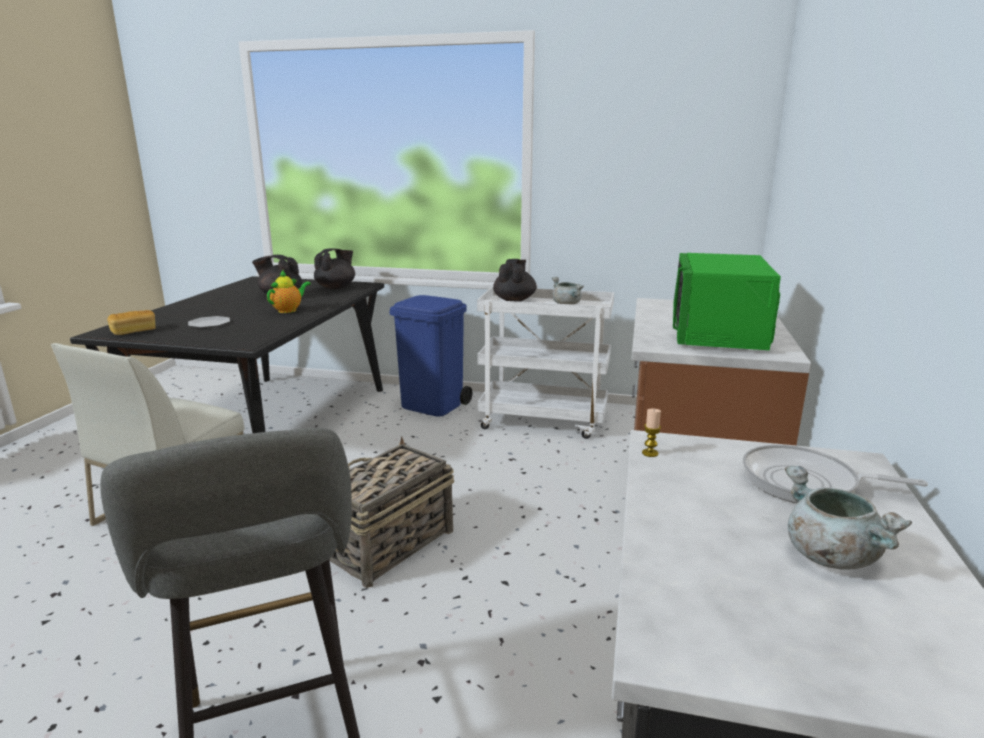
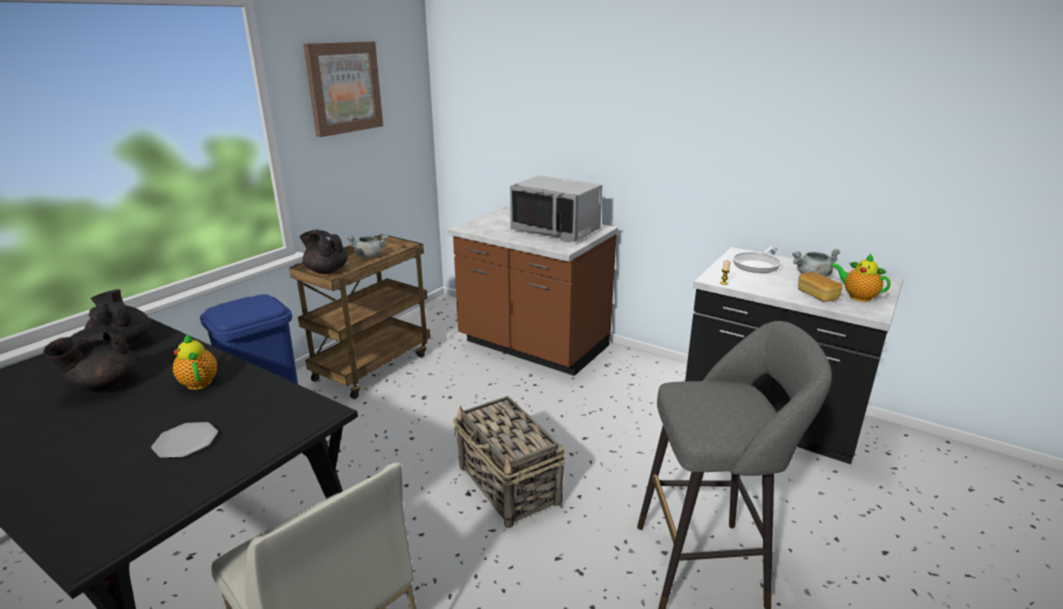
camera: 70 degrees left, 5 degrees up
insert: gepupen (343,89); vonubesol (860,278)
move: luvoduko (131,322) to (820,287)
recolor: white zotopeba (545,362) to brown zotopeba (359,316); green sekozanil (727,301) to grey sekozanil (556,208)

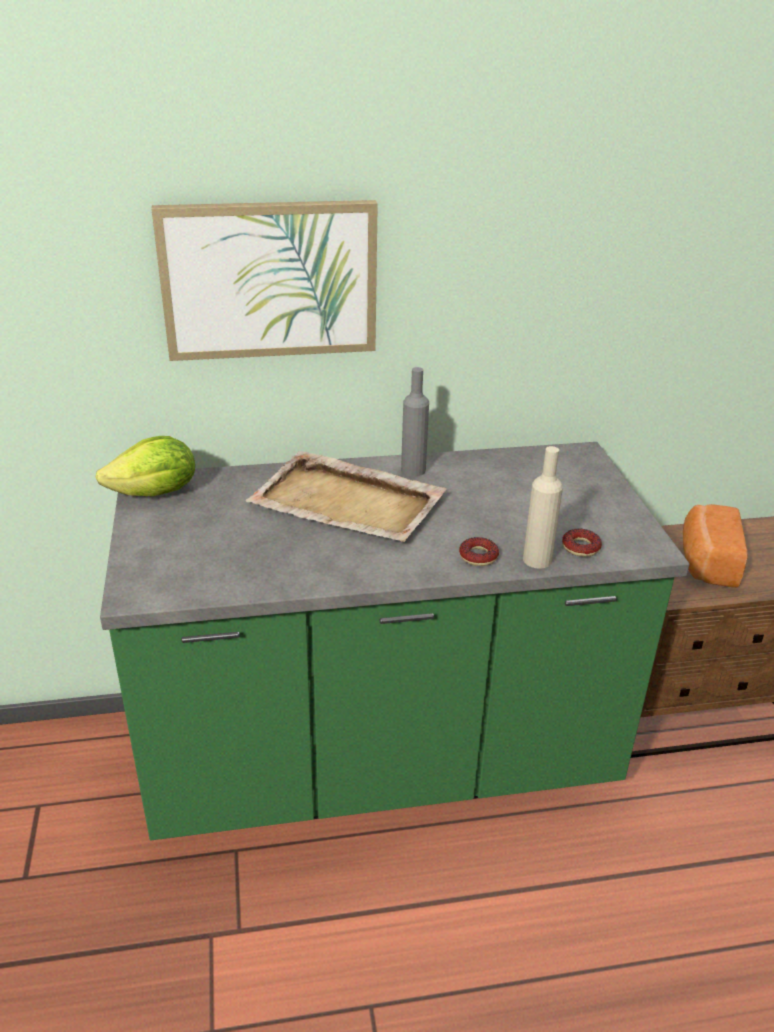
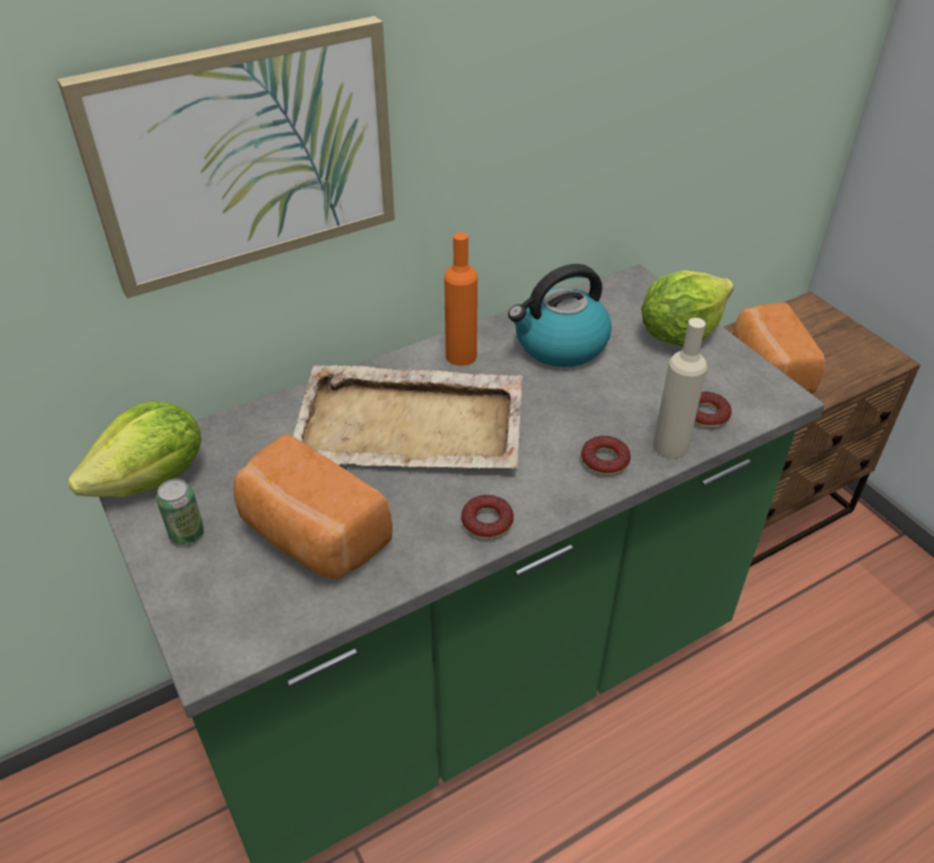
camera: 20 degrees left, 10 degrees up
insert: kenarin (180,511); luvoduko (313,507); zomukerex (487,517); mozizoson (560,315); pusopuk (687,308)
recolor: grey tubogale (415,421) to orange tubogale (461,299)

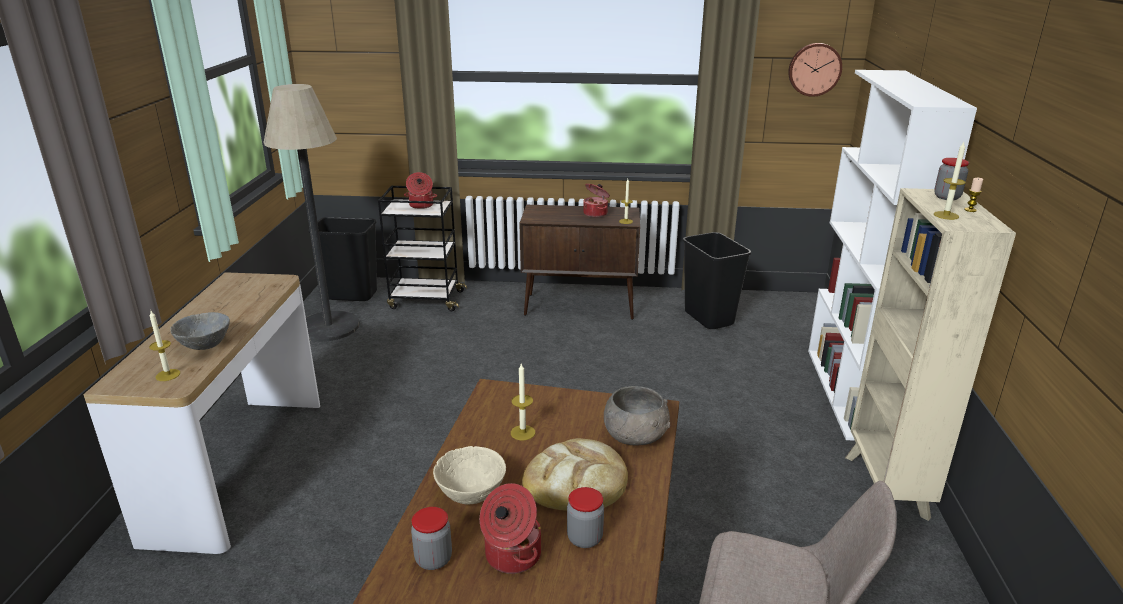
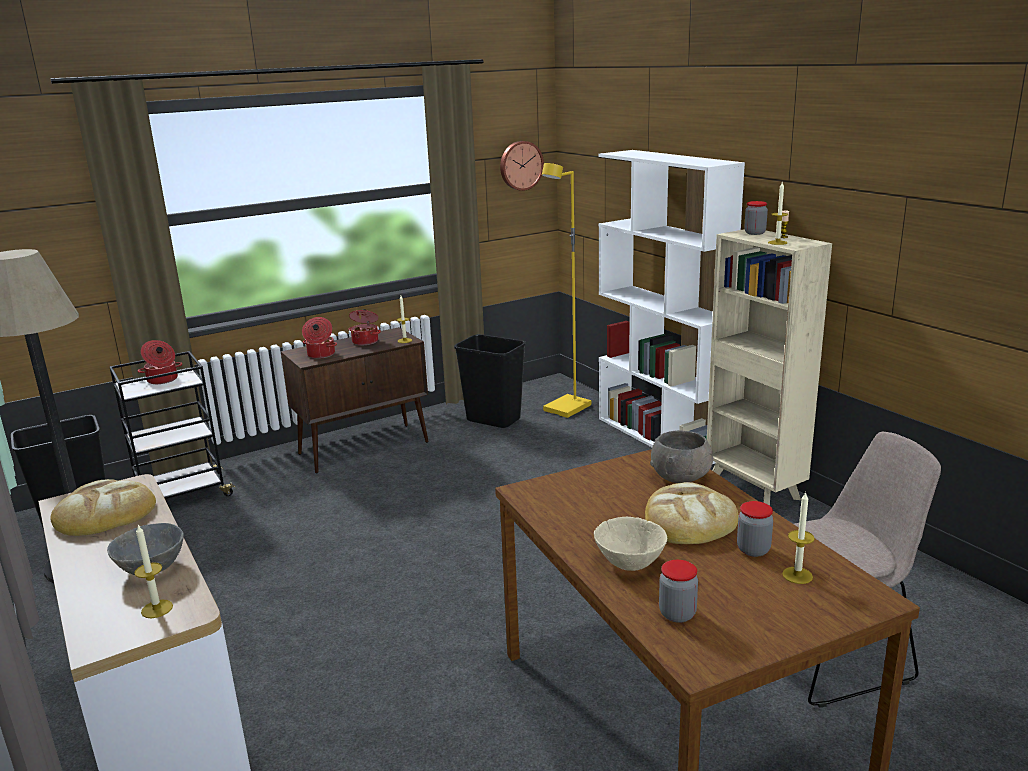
camera: 35 degrees left, 5 degrees down
insert: luvoduko (103,507); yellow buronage (567,290)
move: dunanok (510,528) to (319,338); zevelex (523,402) to (798,538)

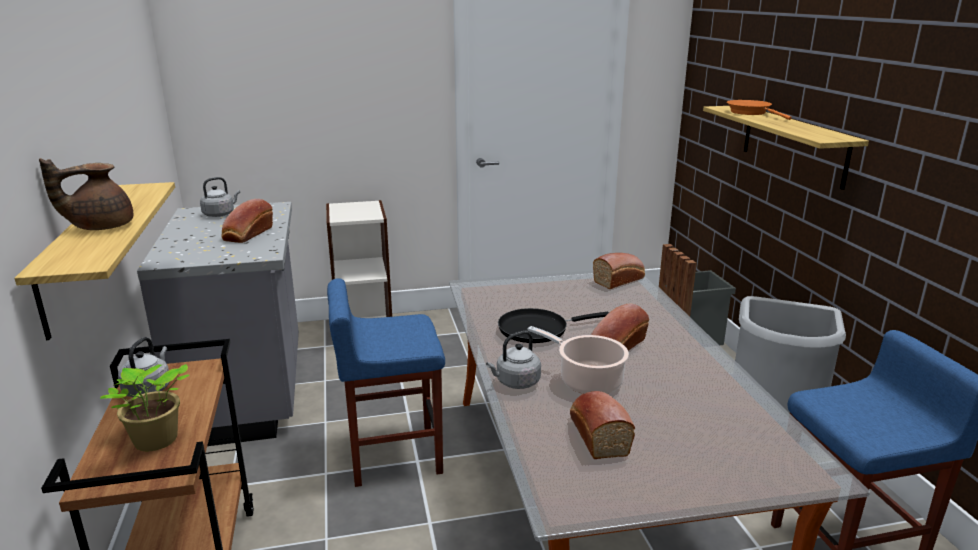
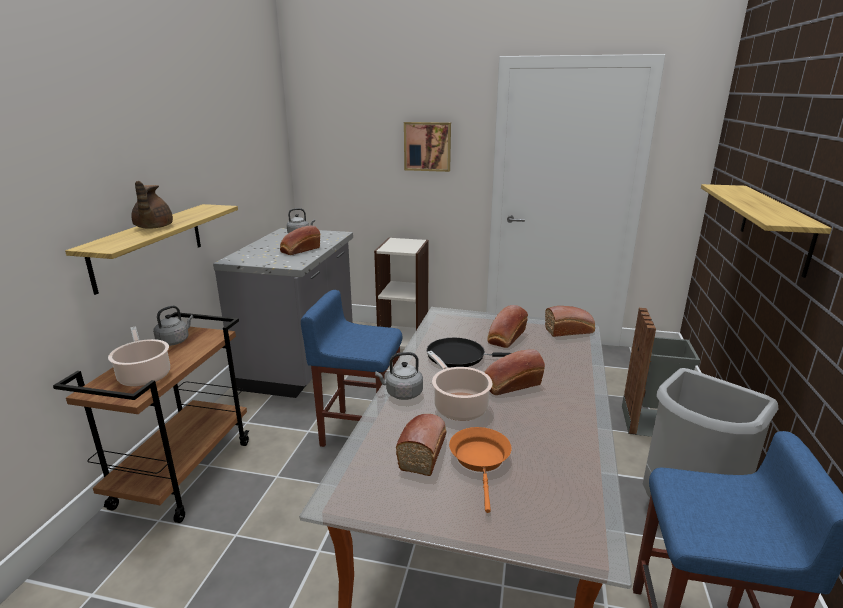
camera: 25 degrees right, 0 degrees up
insert: gepupen (427,147); luvoduko (507,326)
move: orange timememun (759,110) to (480,470)
replace: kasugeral (144,407) to dunanok (139,356)
rotate: brown vonubesol (86,194) = (152,205) 90 degrees counterclockwise

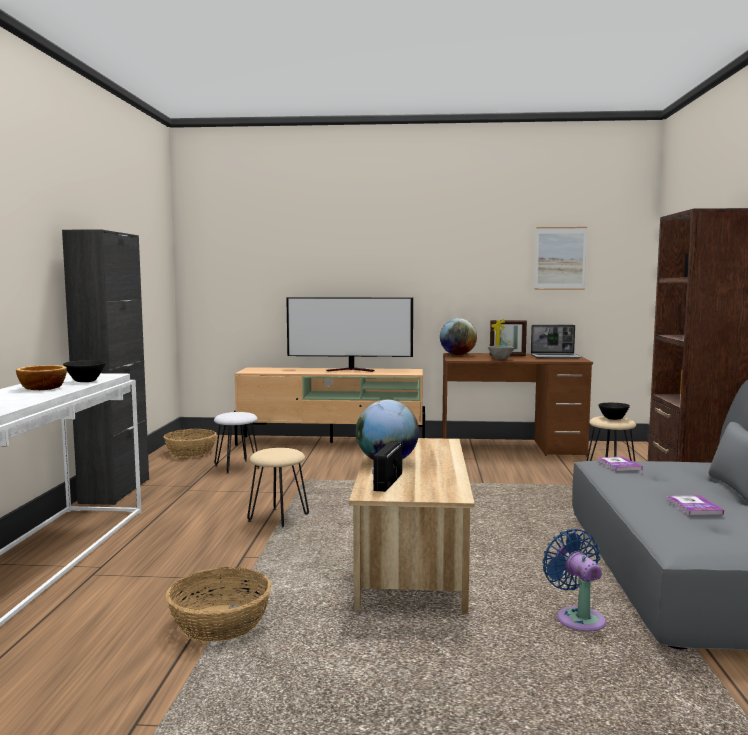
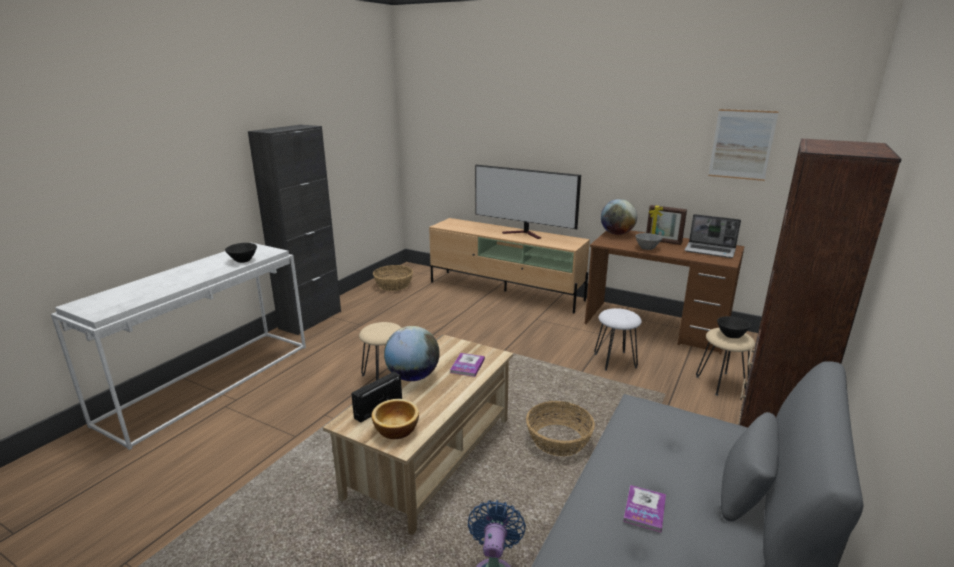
camera: 25 degrees right, 15 degrees up
move: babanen (41,377) to (395,419); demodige (620,464) to (467,365); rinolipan (218,605) to (560,428); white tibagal (236,443) to (618,339)

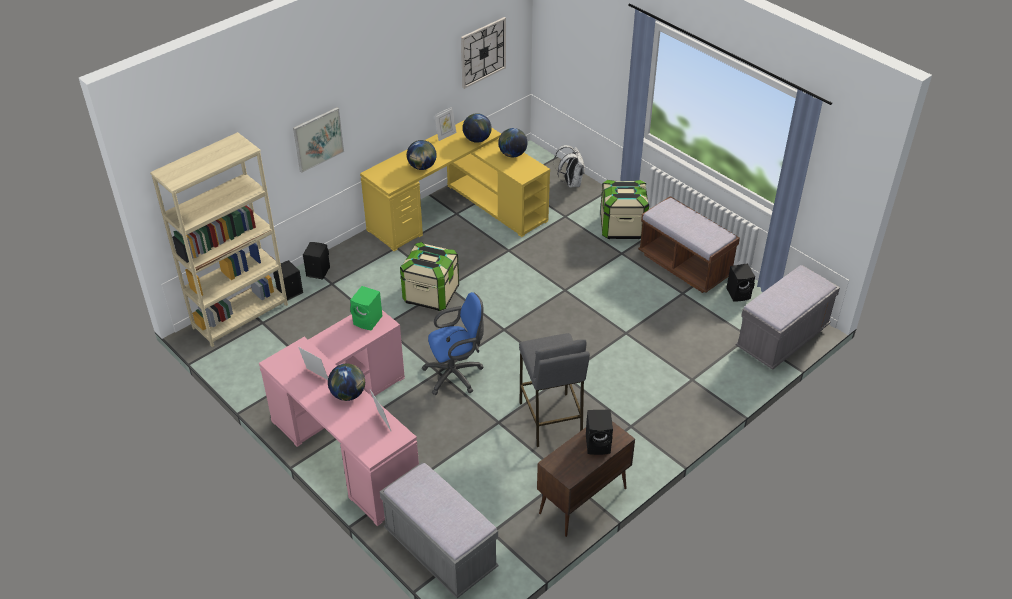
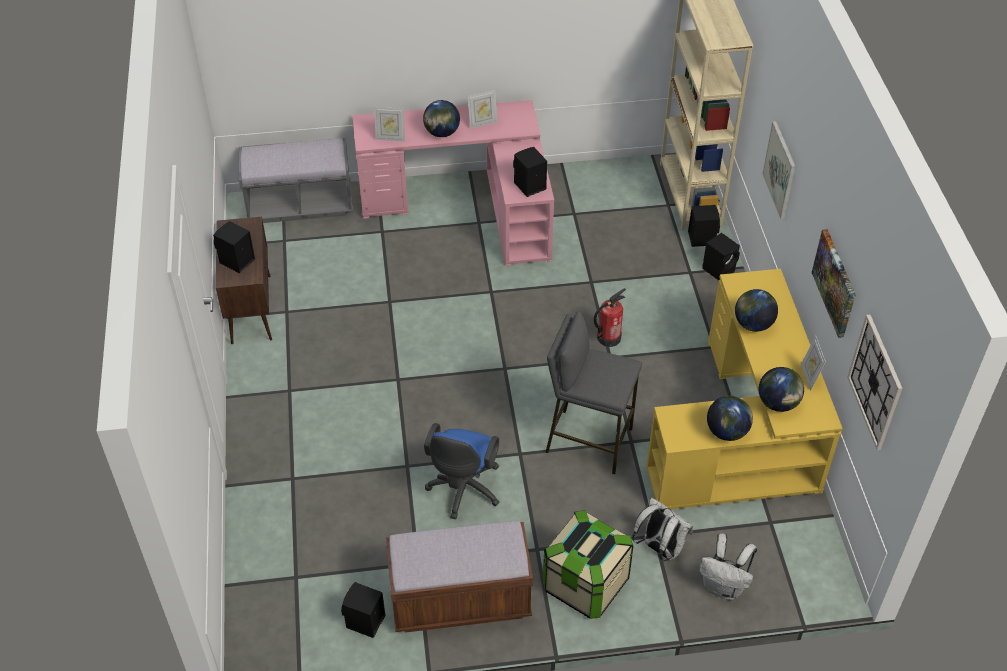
camera: 125 degrees right, 5 degrees up
delete: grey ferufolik (788,317)
insert: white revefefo (662,529); gepupen (834,283)
move: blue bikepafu (453,343) to (461,471); grey tibagal (554,390) to (593,392)
replace: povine (429,276) to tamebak (610,317)
recolor: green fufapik (366,308) to black fufapik (530,172)

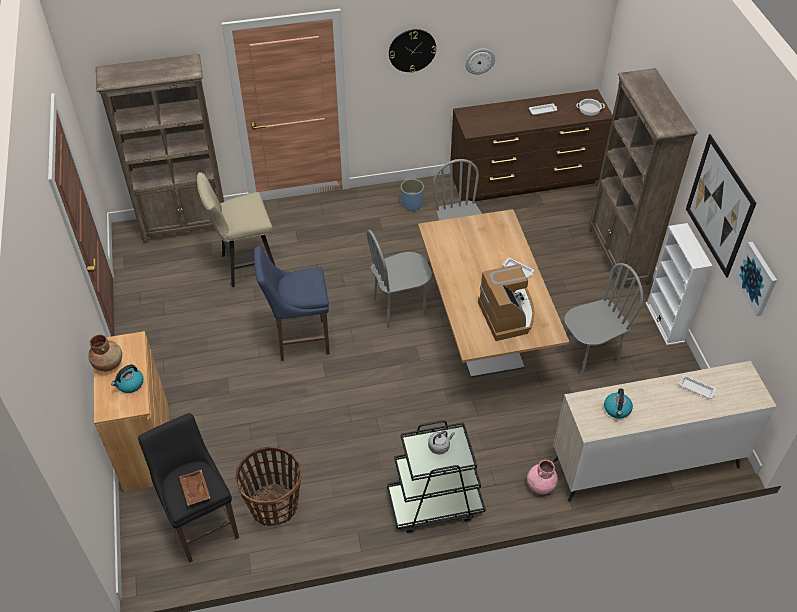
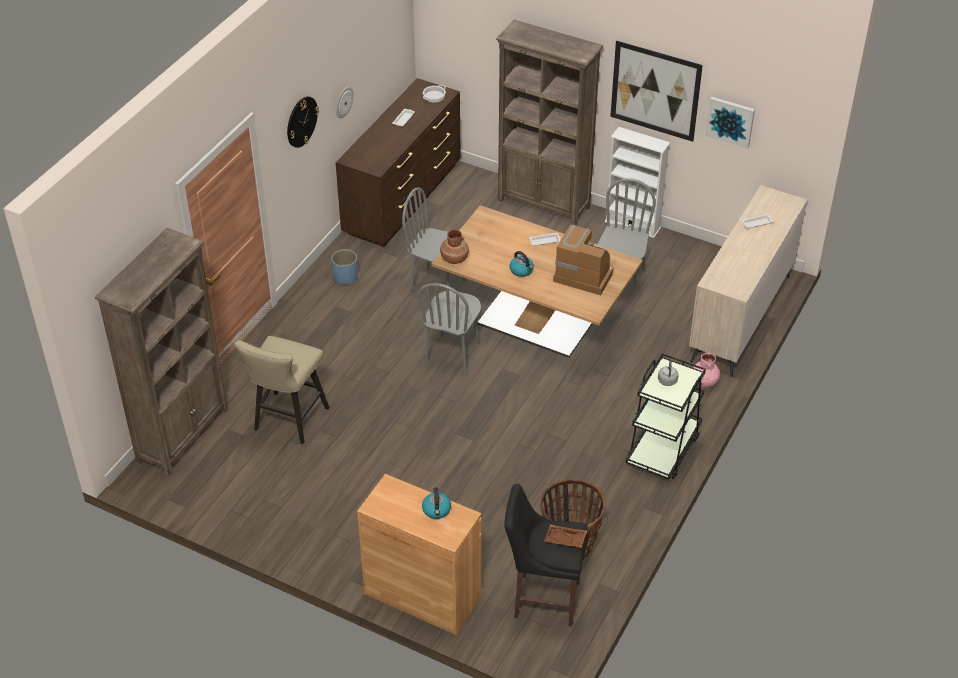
camera: 50 degrees left, 5 degrees down
delete: blue tibagal (292,303)
move: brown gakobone (105,353) to (454,246); mozizoson (618,403) to (521,264)

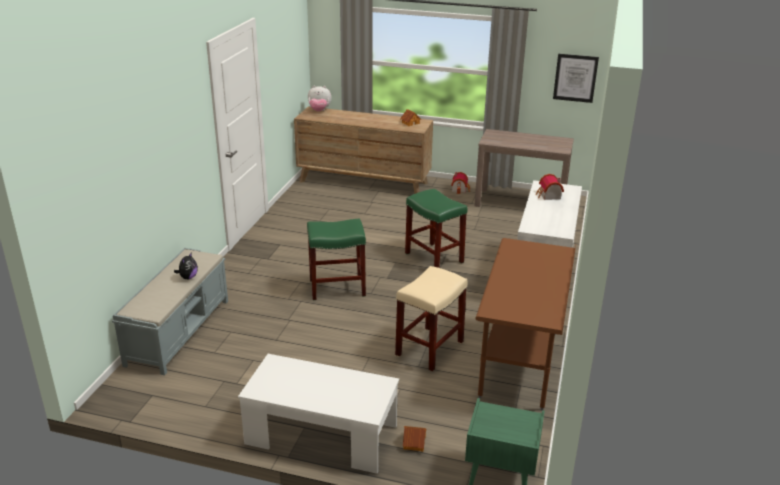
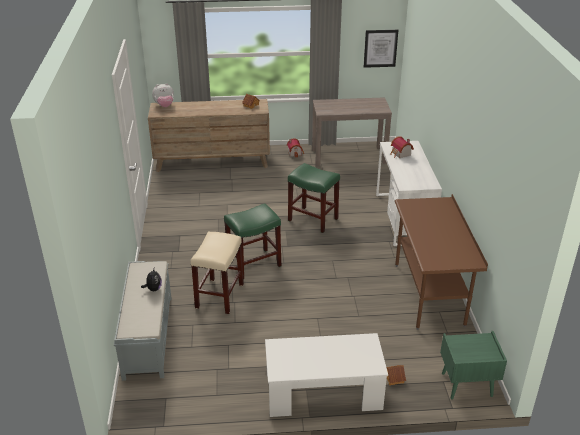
camera: 20 degrees left, 5 degrees up
move: beige tibagal (431,318) to (217,273)

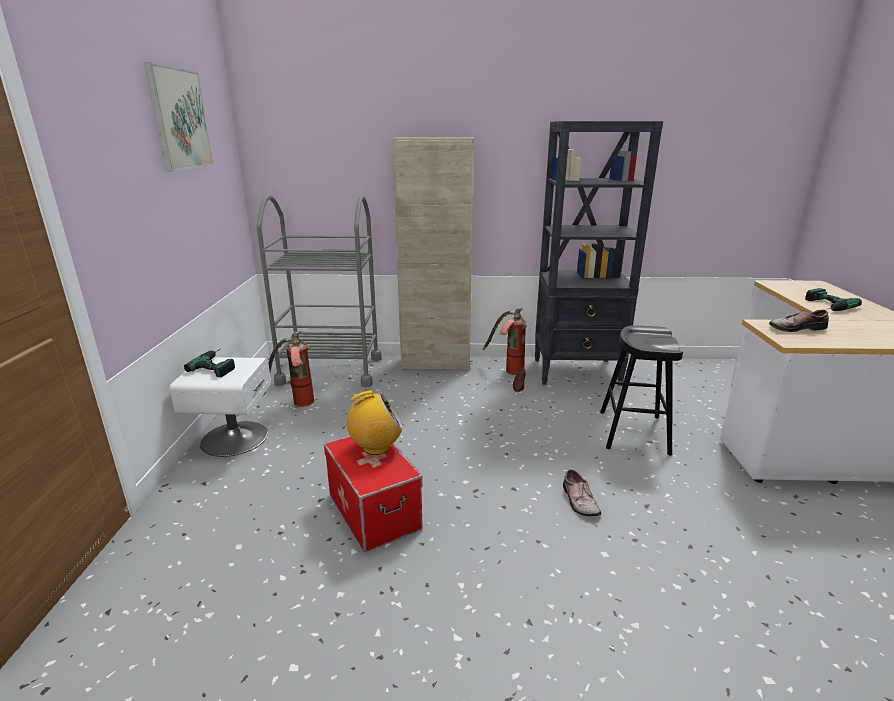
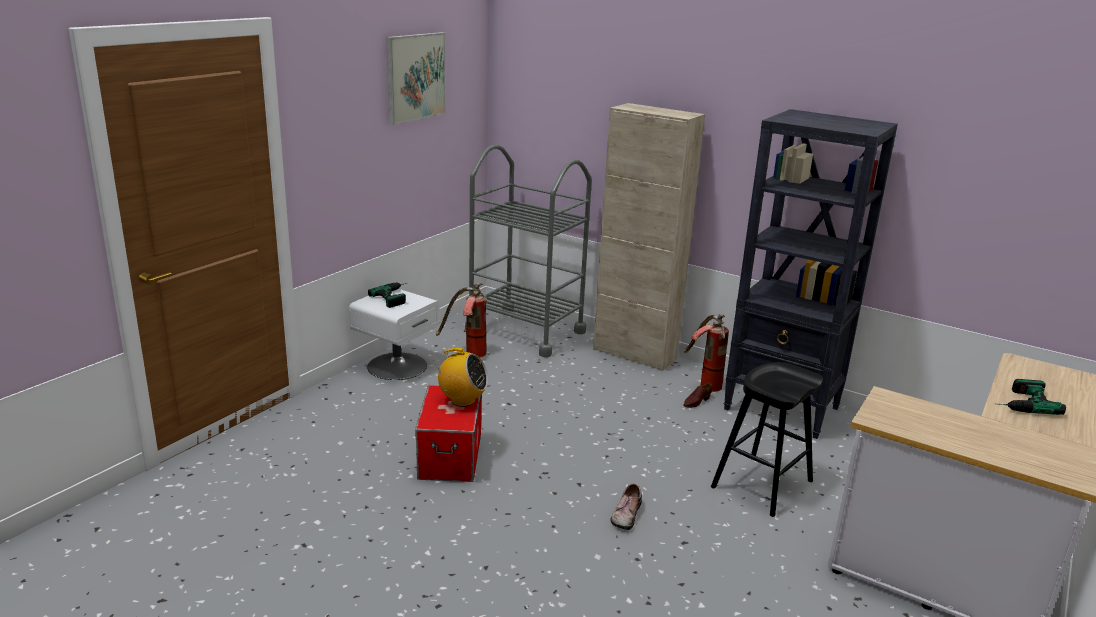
camera: 30 degrees right, 0 degrees up
delete: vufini (799,321)

